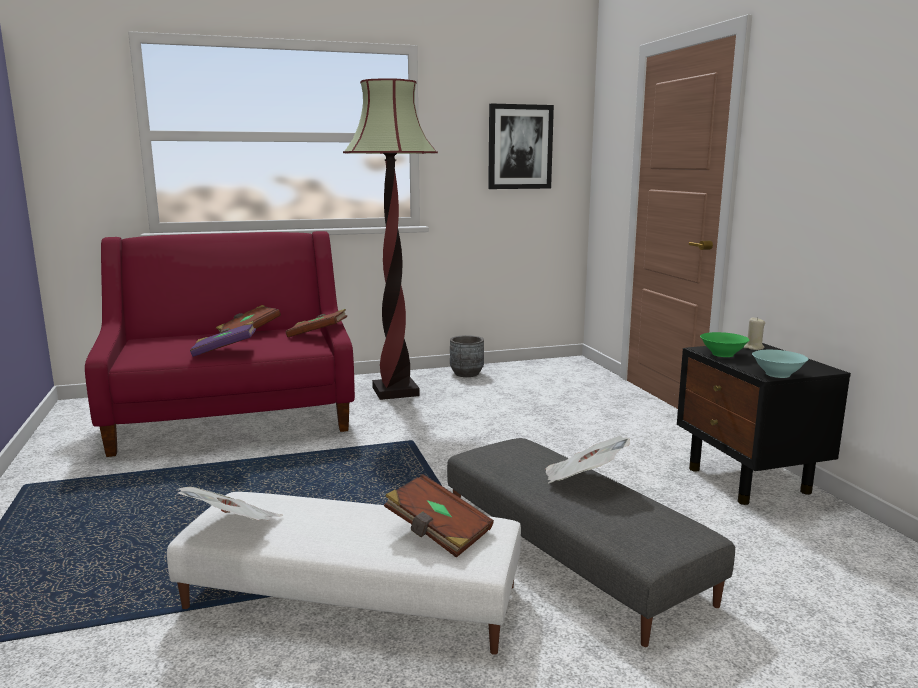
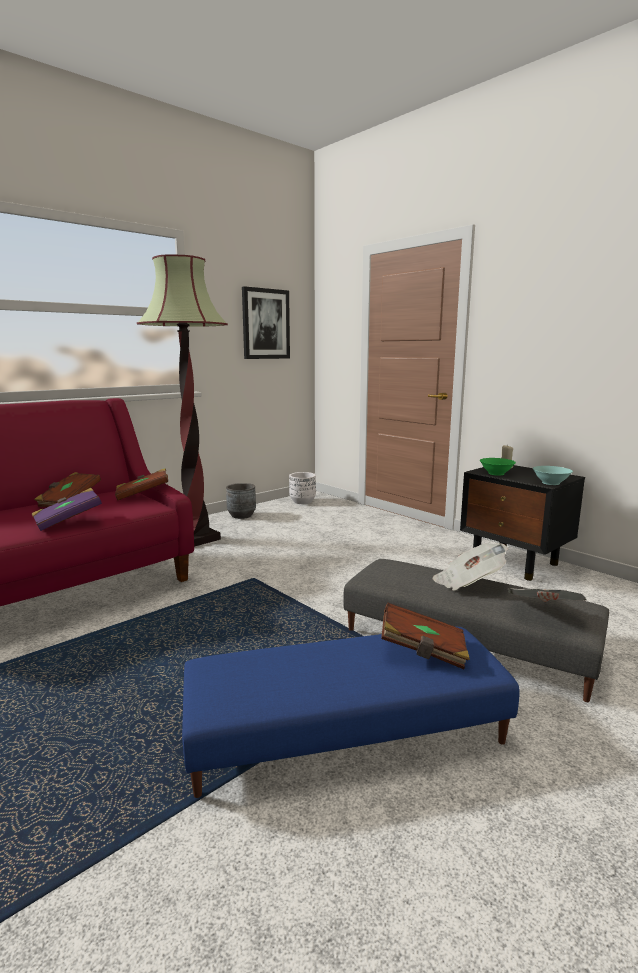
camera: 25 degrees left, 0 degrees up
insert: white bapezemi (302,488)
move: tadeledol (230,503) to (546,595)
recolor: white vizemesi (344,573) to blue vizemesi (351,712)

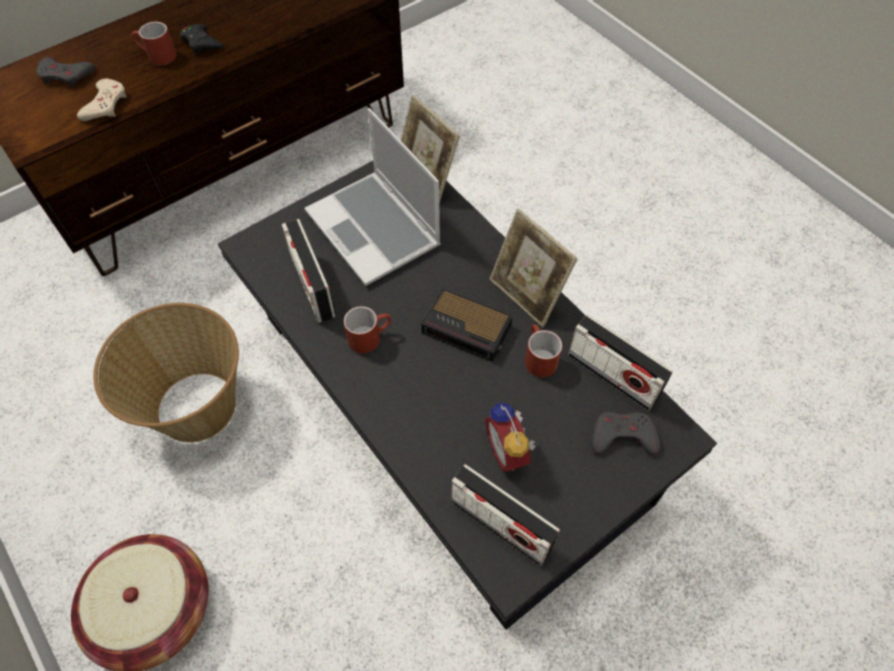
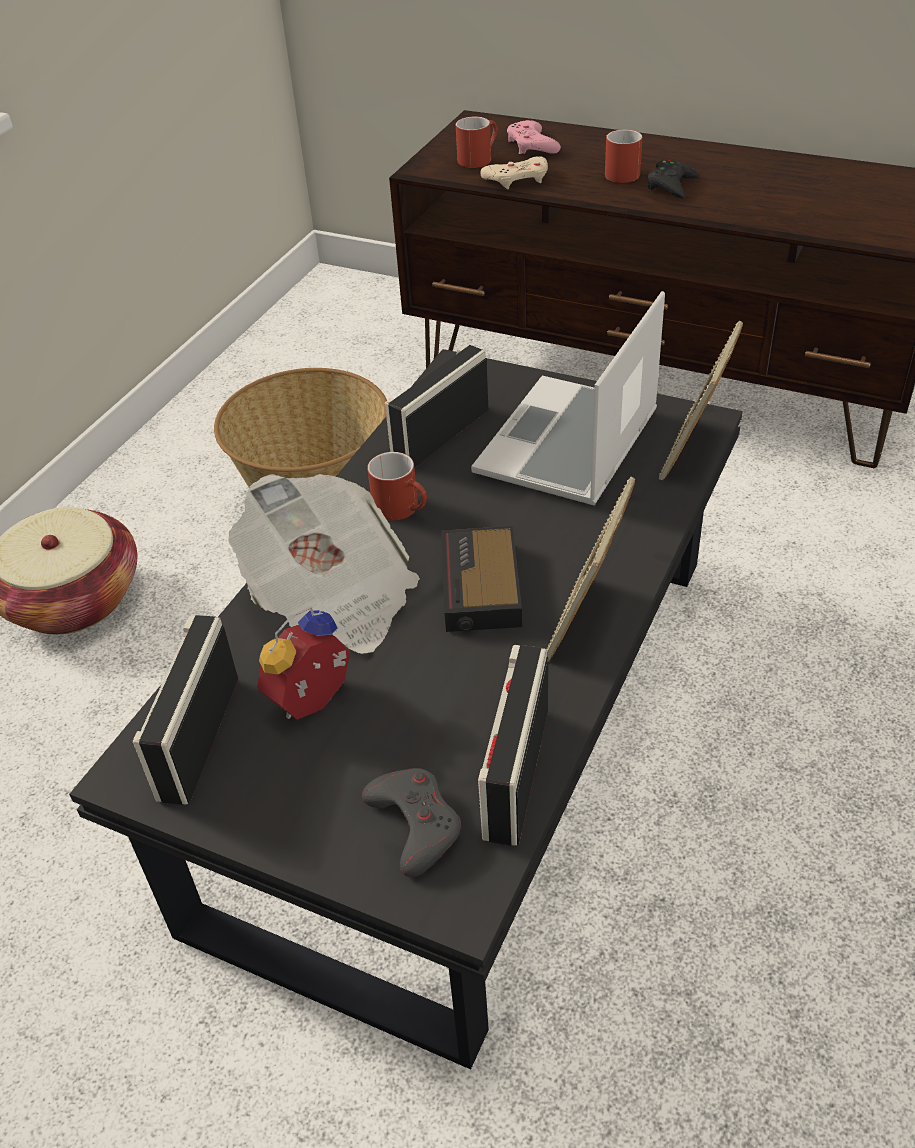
camera: 65 degrees right, 15 degrees down
insert: tadeledol (324,564)
move: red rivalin (543,351) to (476,142)
recolor: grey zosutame (65,72) to pink zosutame (534,137)

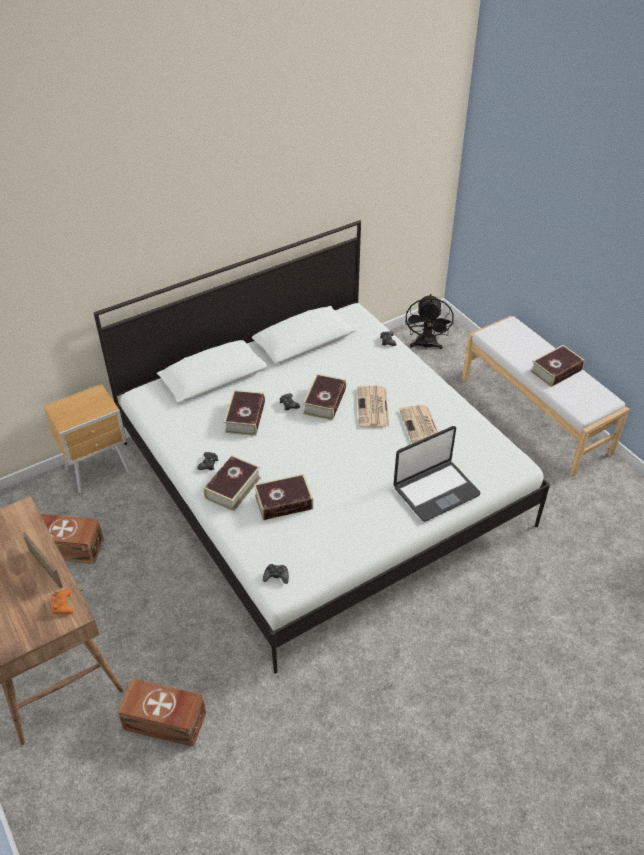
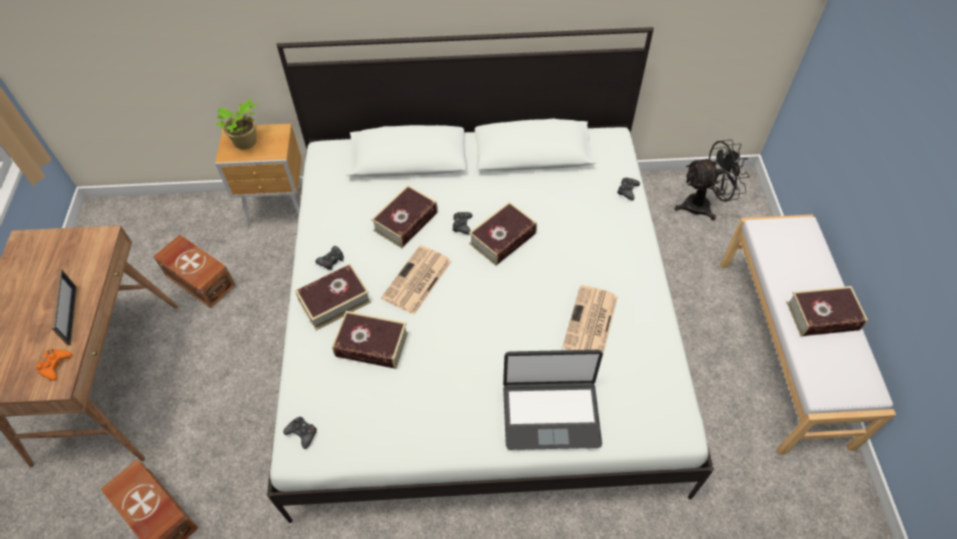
camera: 30 degrees right, 10 degrees up
insert: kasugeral (237,124)
move: tadeledol (373,406) to (416,280)
rotate: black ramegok (430,322) = (712,180) 135 degrees counterclockwise

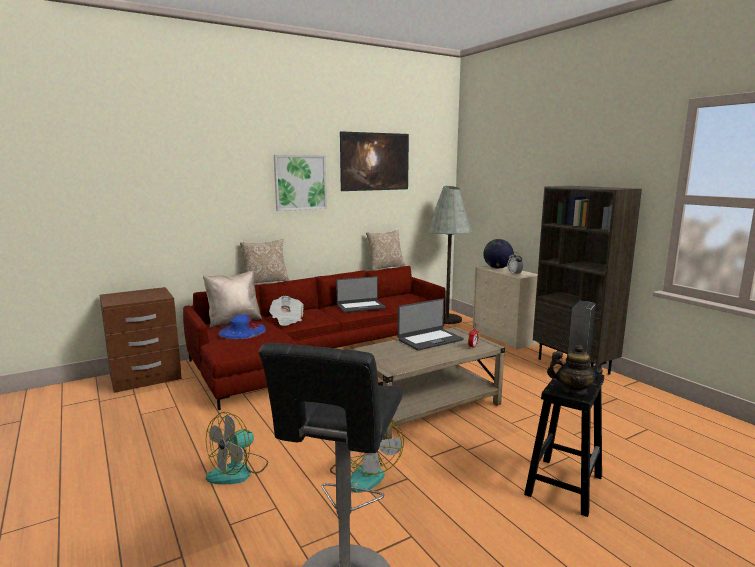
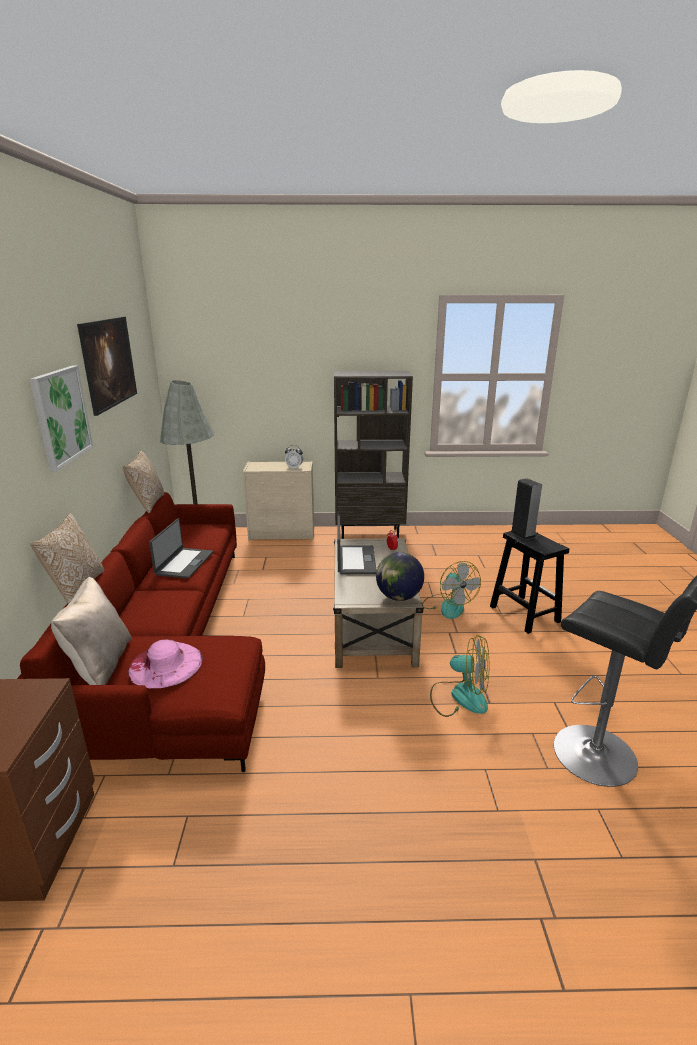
camera: 60 degrees left, 10 degrees up
delete: tadeledol (286,311); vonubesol (577,370)
move: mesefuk (498,254) to (400,576); ramegok (237,448) to (451,590)
recolor: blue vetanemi (242,326) to pink vetanemi (165,664)

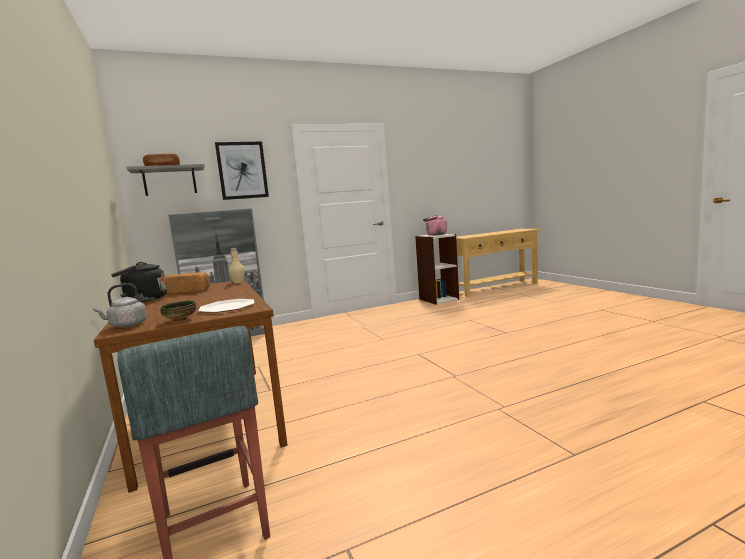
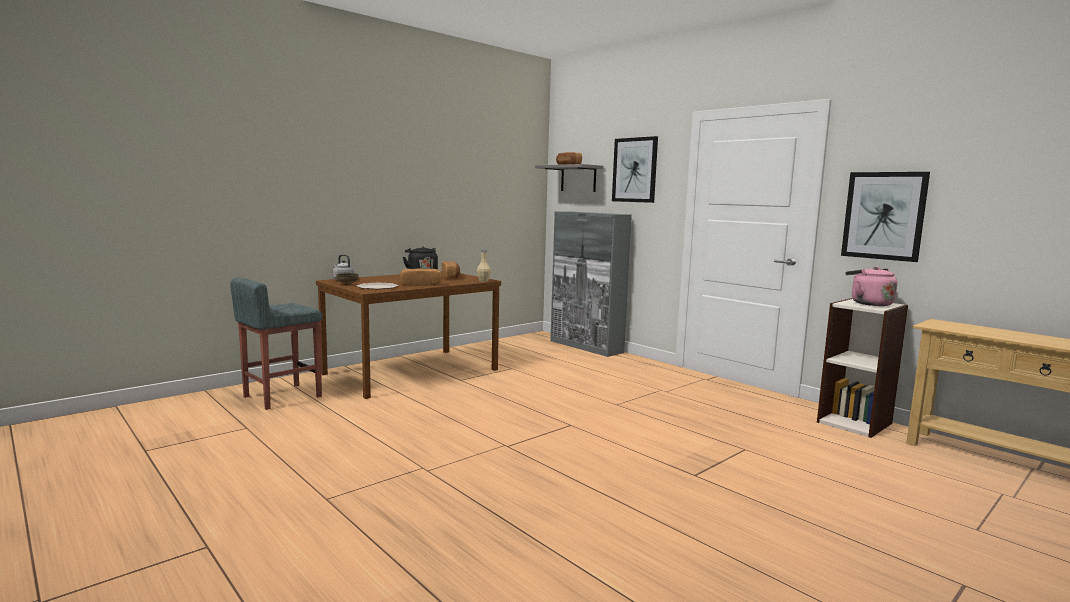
camera: 70 degrees right, 0 degrees up
insert: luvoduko (421,277); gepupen (885,217)

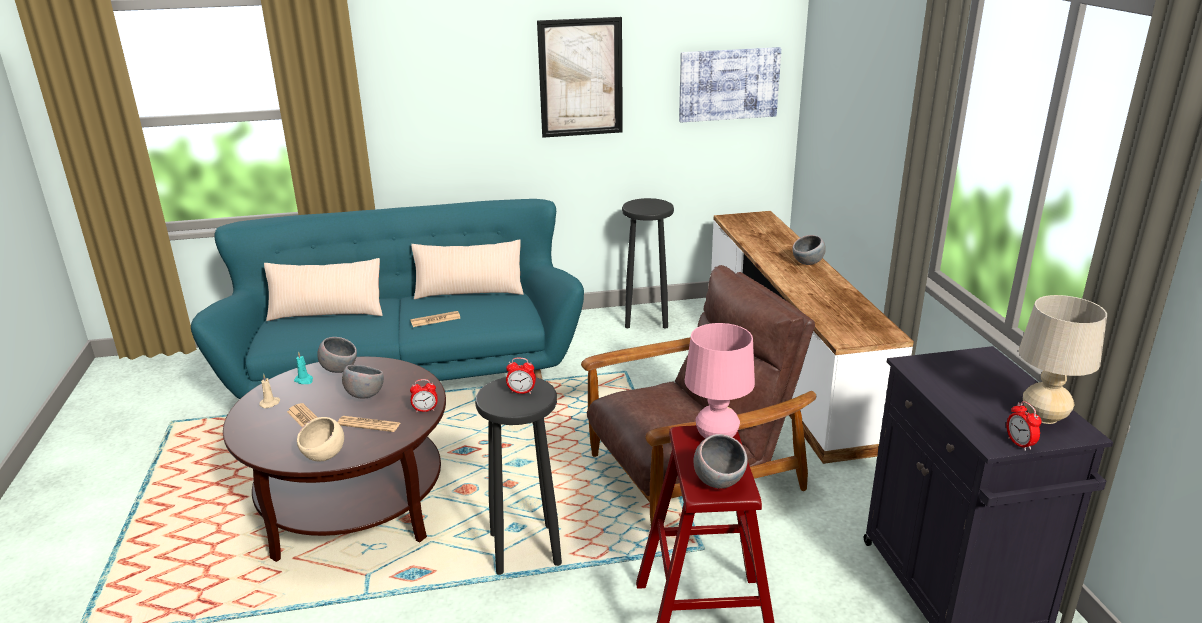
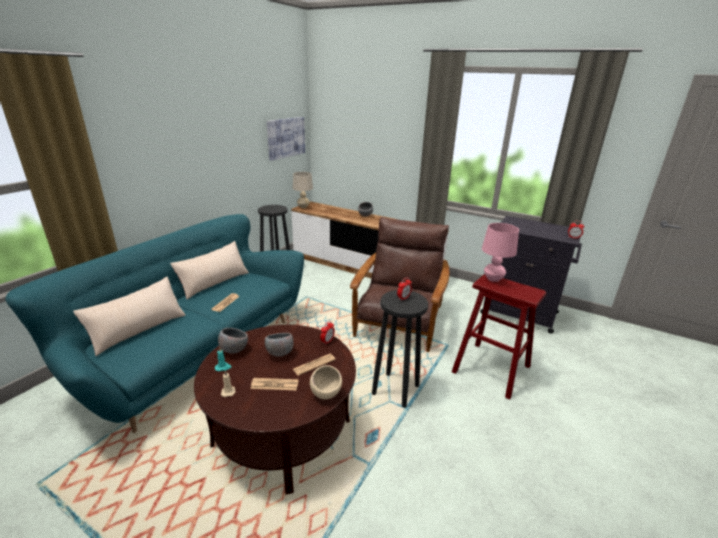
camera: 50 degrees left, 0 degrees up
delete: gepupen (580,77); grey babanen (720,461)
move: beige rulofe (1063,359) to (303,190)

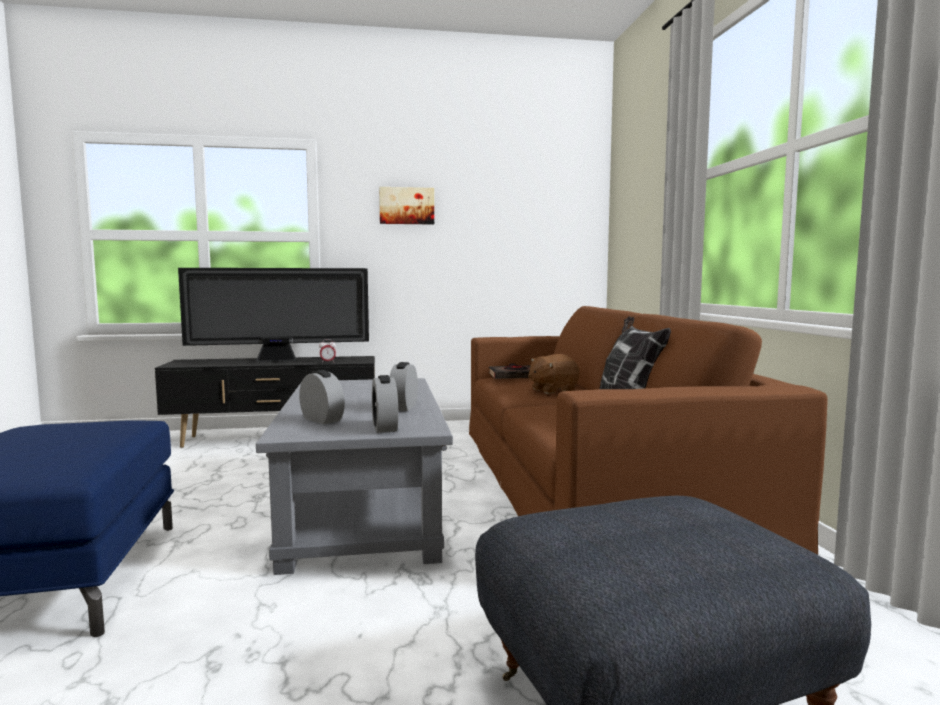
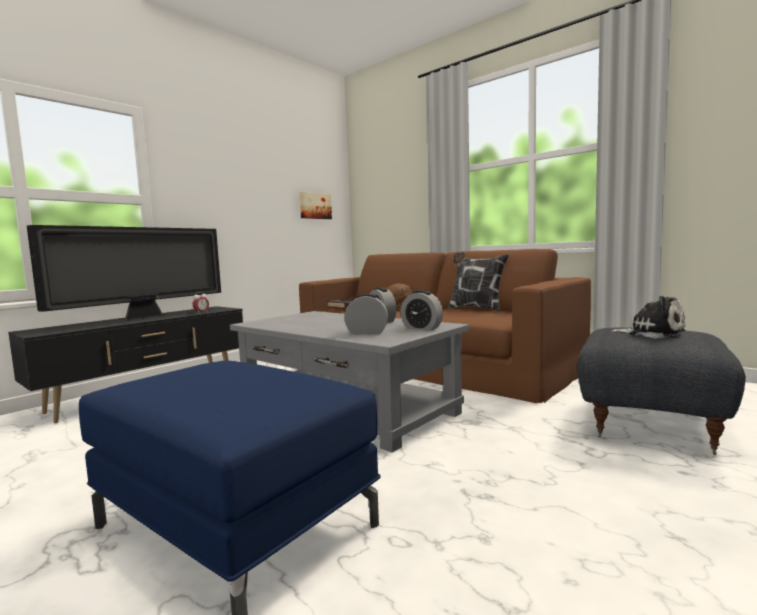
camera: 40 degrees left, 0 degrees up
insert: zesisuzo (648,317)
move: gepupen (406,206) to (315,205)

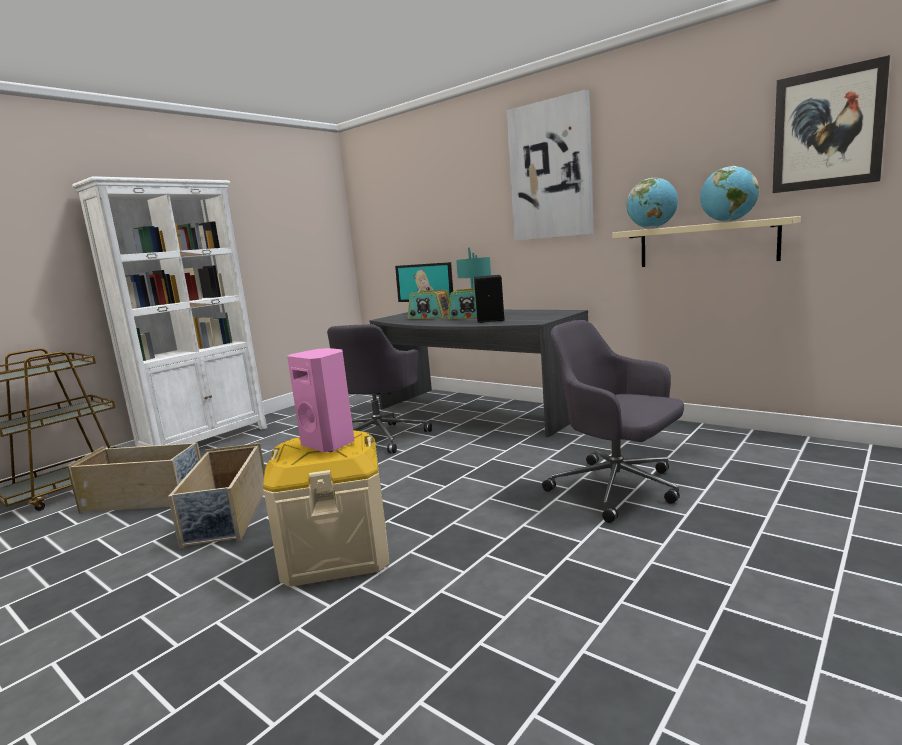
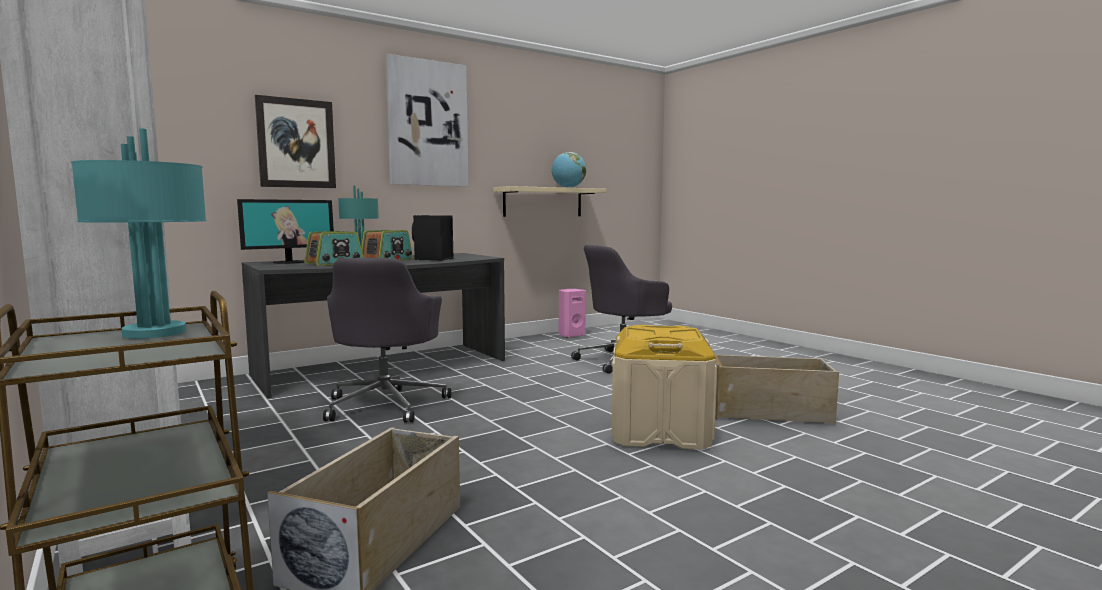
camera: 75 degrees left, 5 degrees down
delete: mesefuk (652,203)
insert: turquoise rulofe (138,234)
move: gepupen (831,124) to (295,141); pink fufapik (321,400) to (572,313); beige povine (216,496) to (777,389)
rotate: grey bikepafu (379,388) = (387,340) 60 degrees clockwise

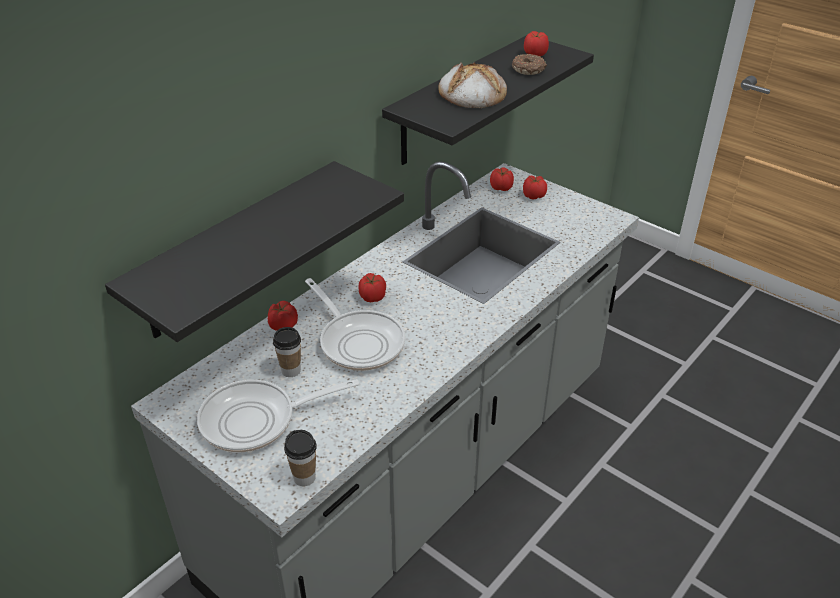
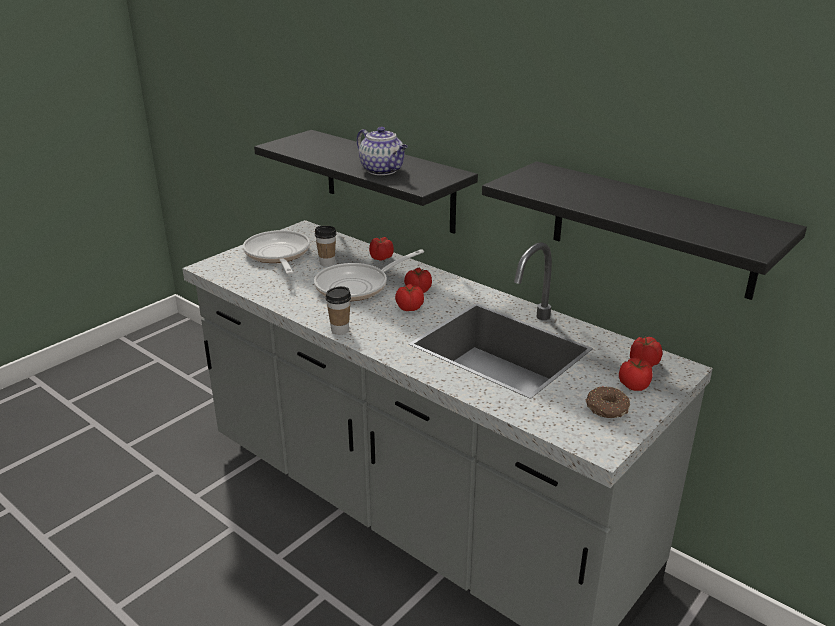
camera: 90 degrees right, 10 degrees down
delete: luvoduko (472,85)
insert: vonubesol (382,151)
move: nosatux (300,458) to (338,310); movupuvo (536,43) to (409,297); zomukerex (529,64) to (607,402)

